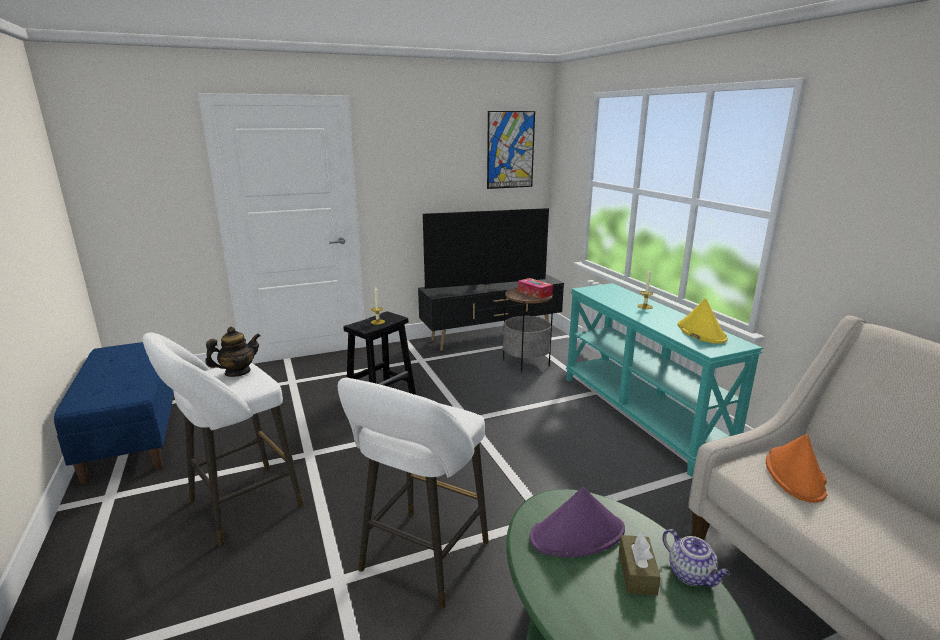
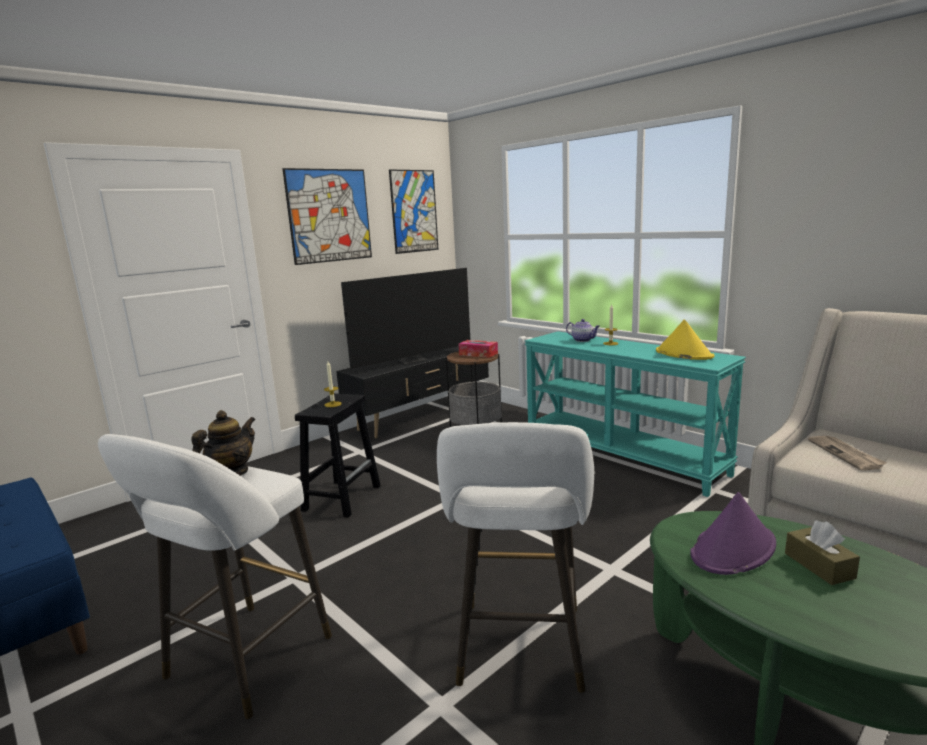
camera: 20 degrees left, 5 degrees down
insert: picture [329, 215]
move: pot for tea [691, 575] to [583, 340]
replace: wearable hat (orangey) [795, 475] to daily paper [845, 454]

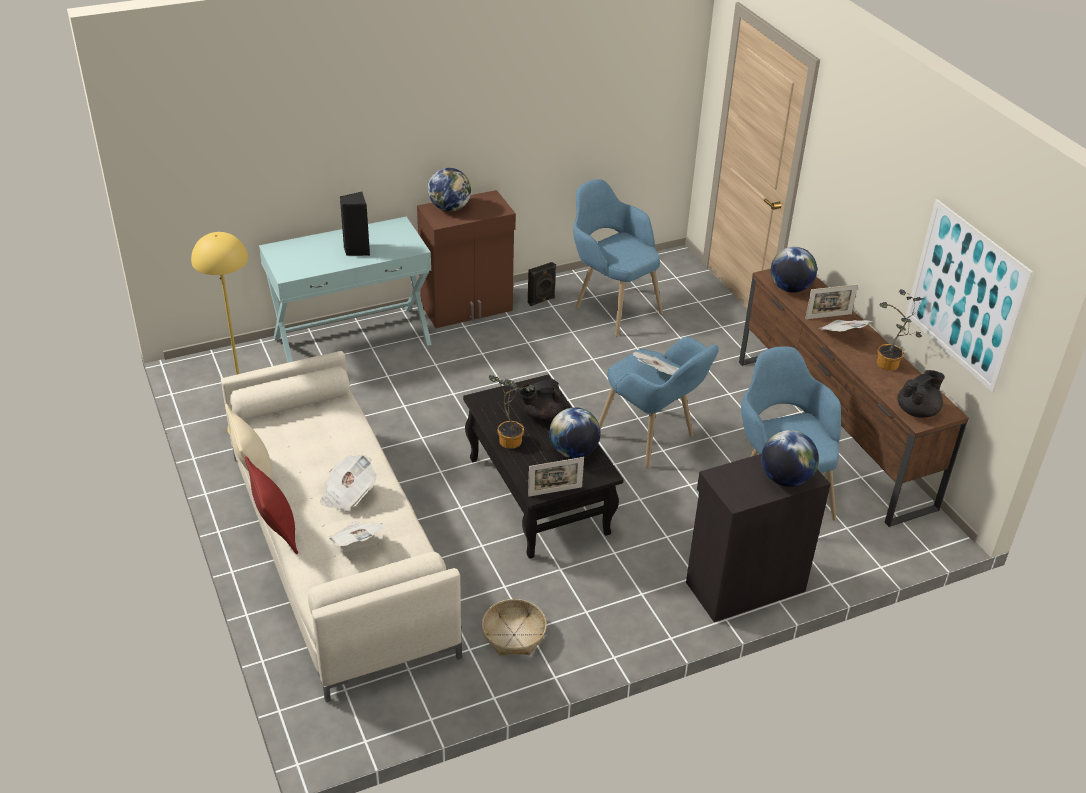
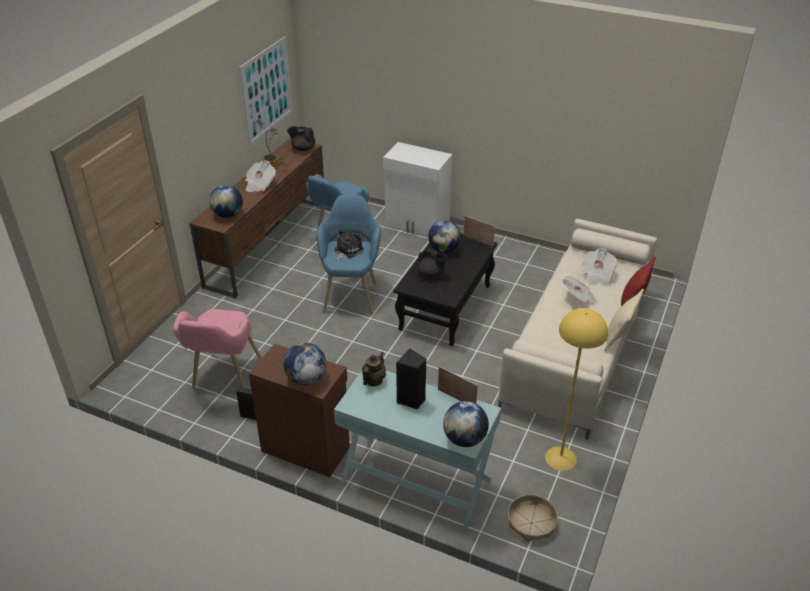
camera: 130 degrees left, 0 degrees up
delete: houseplant [510, 439]
insert: pot for tea [373, 380]
move: storage basket [513, 635] to [531, 523]; globe [785, 479] to [464, 439]; photo frame [828, 316] to [456, 399]
replace: daily paper [657, 374] to soft toy [347, 250]
recolor: armchair (bluish) [611, 305] to armchair (pink) [224, 380]; cabinet (black-coloured) [743, 585] to cabinet (white-coloured) [417, 225]

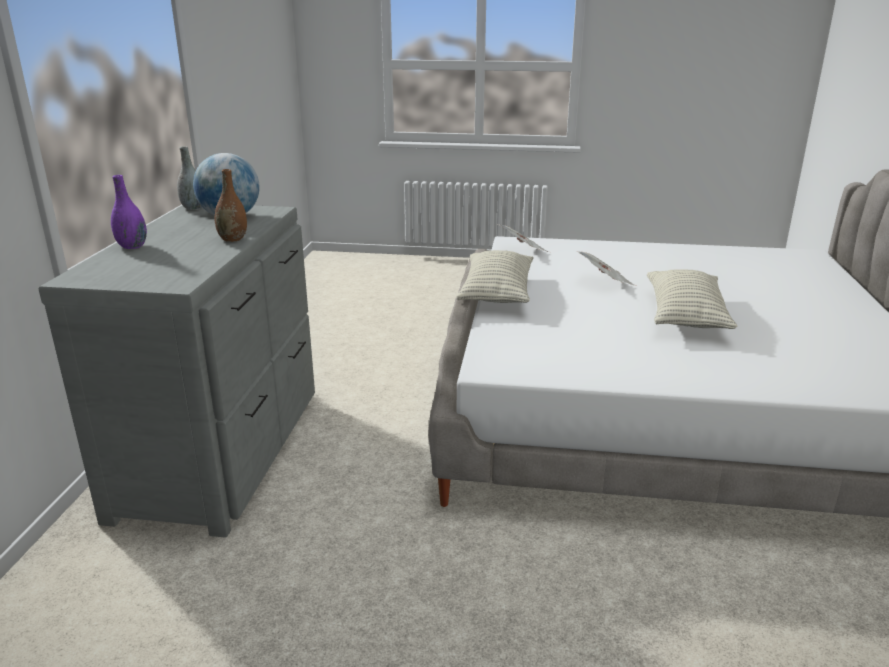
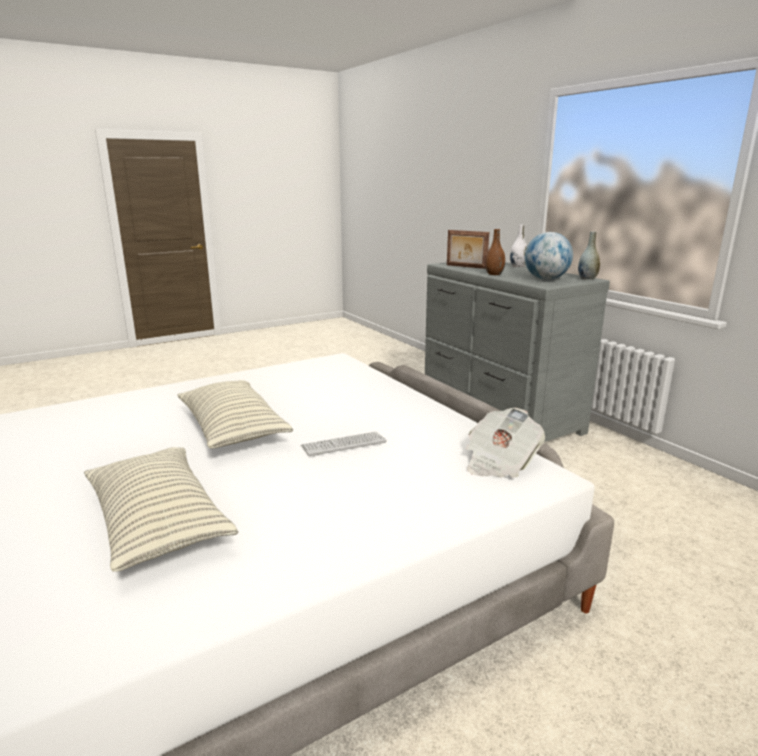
camera: 140 degrees right, 5 degrees down
insert: photo frame [466, 267]
move: pillow [496, 293] to [158, 524]
replace: daily paper [605, 283] to PC keyboard [343, 445]
recolor: flower vase (purple) [132, 246] to flower vase (white-coloured) [518, 266]

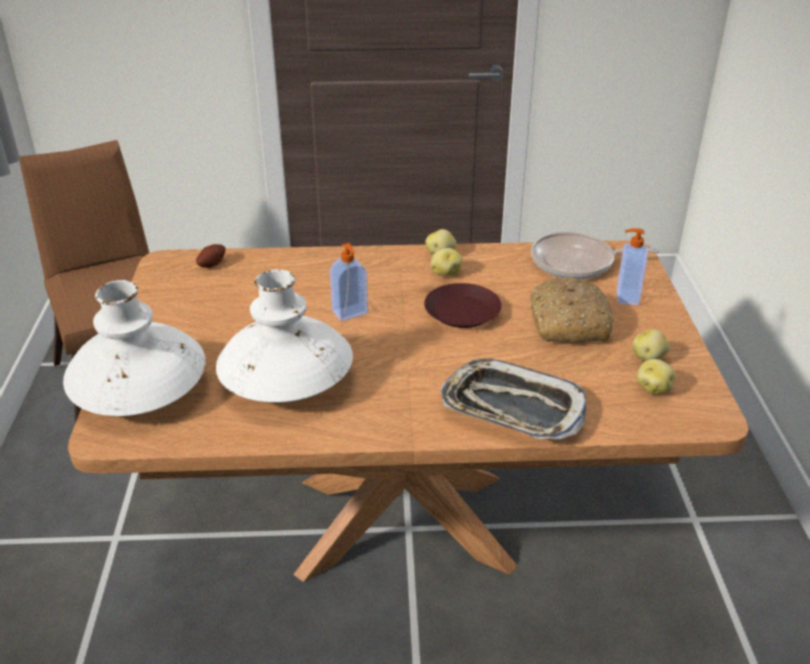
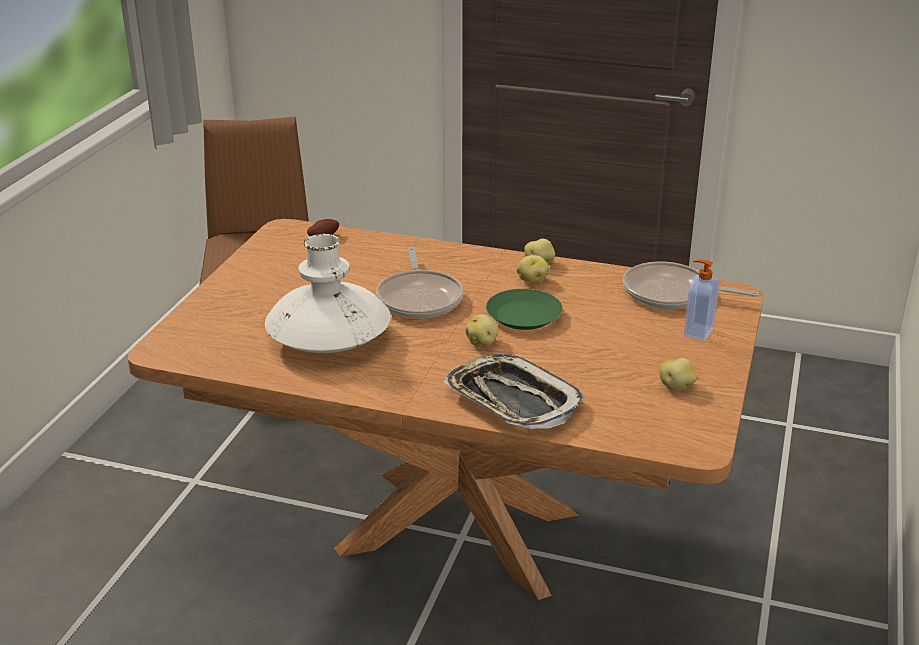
camera: 20 degrees right, 5 degrees down
delete: flower vase (white-coloured) [139, 389]; bread [567, 322]
move: whole potato [653, 388] to [482, 342]
replace: soap dispenser [350, 313] to frying pan [419, 298]
recolor: plate (brown) [461, 312] to plate (greenish) [523, 316]

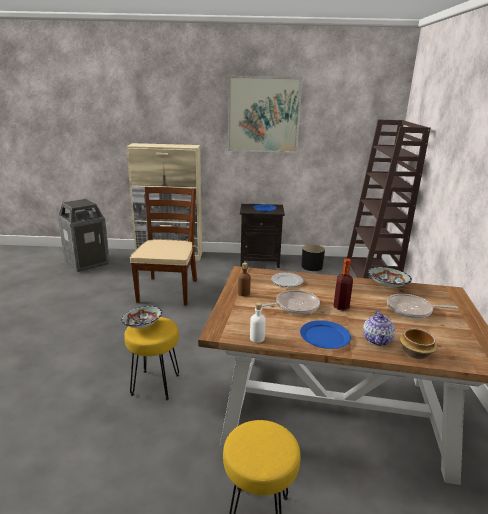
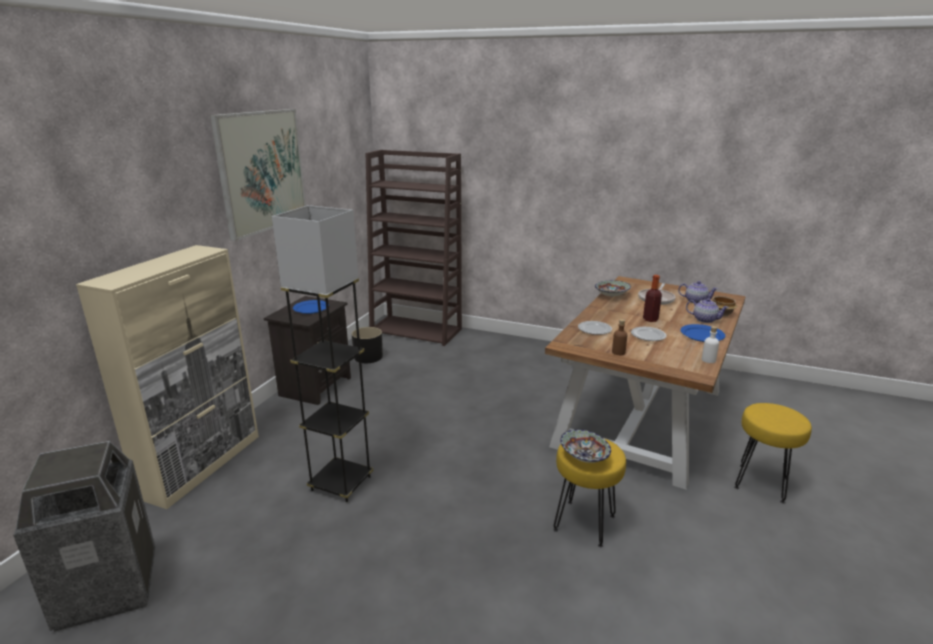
camera: 70 degrees left, 0 degrees up
insert: pot for tea [695, 301]
replace: chair (brown) [168, 290] to standing lamp (gray) [341, 483]; frying pan [294, 306] to plate [648, 336]

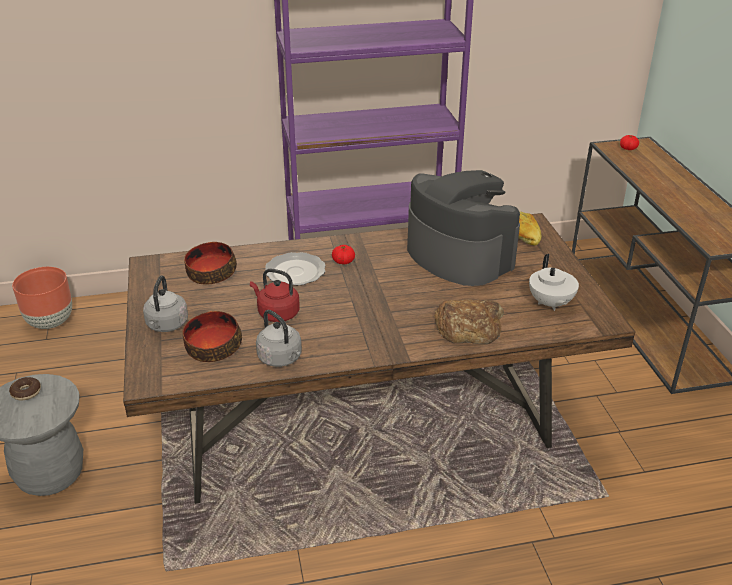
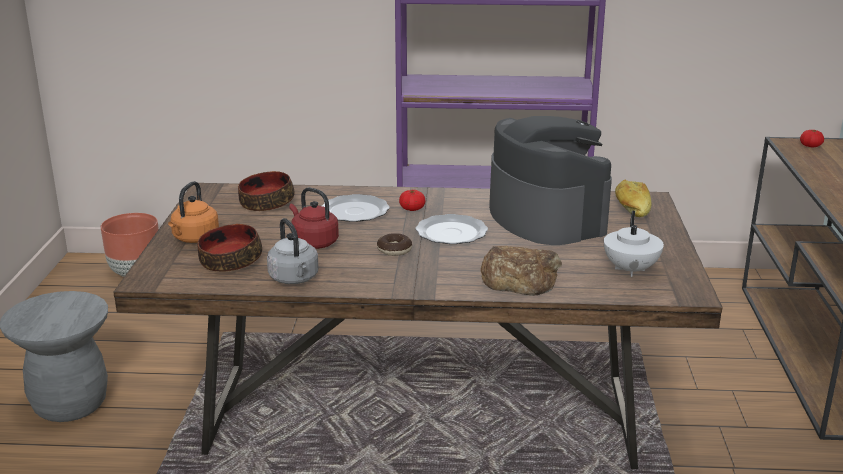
camera: 15 degrees right, 10 degrees down
insert: plate [450, 232]
move: donut [26, 392] to [394, 250]
recolor: tea kettle (gray) [166, 325] to tea kettle (orangey) [194, 239]

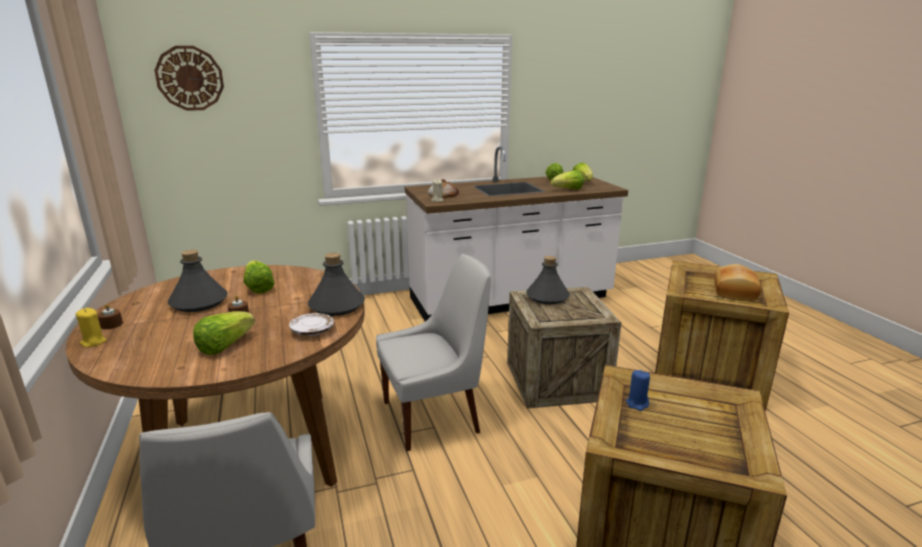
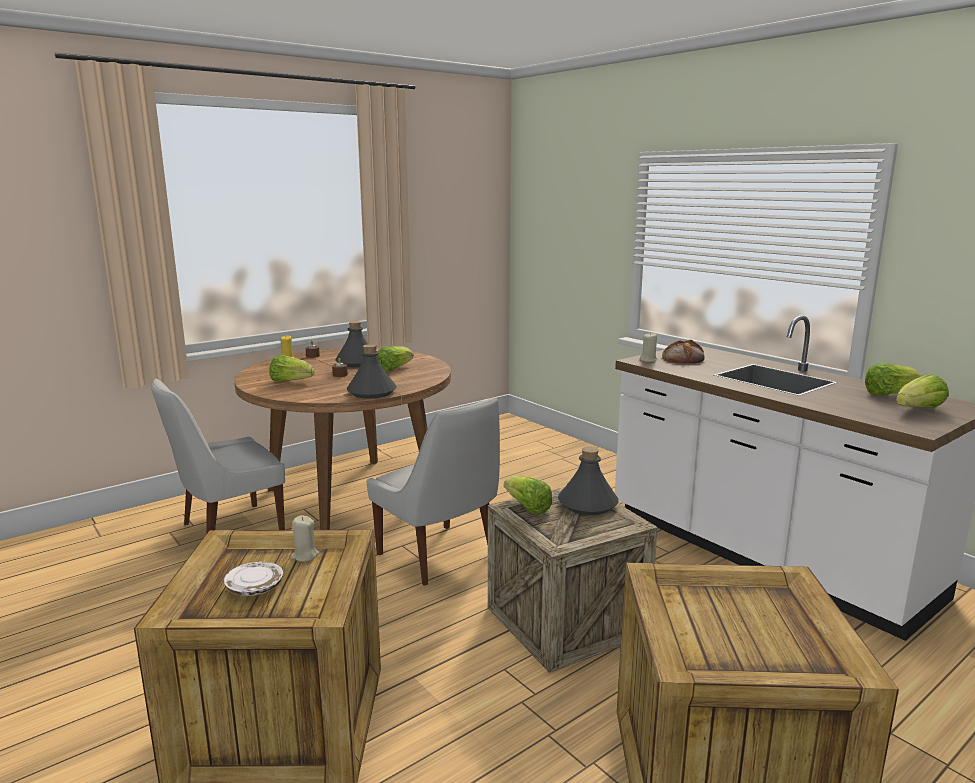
camera: 70 degrees right, 5 degrees down
delete: wall clock [190, 78]; bread [733, 292]
move: plate (white-coloured) [312, 331] to [255, 587]; lettuce [568, 190] to [527, 508]
recolor: wax candle (bluish) [637, 404] to wax candle (beige) [304, 556]

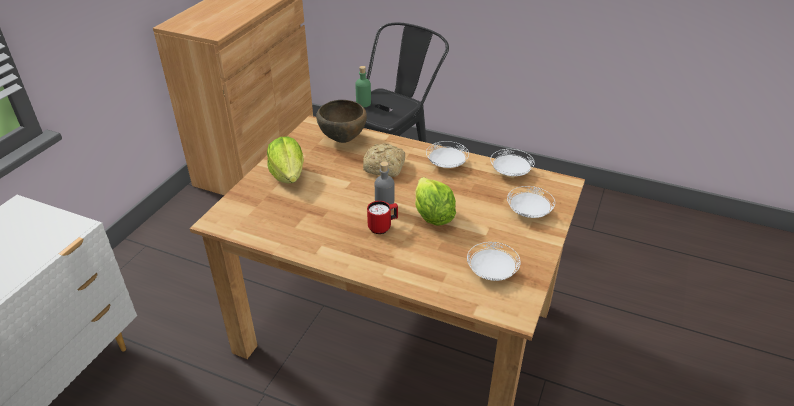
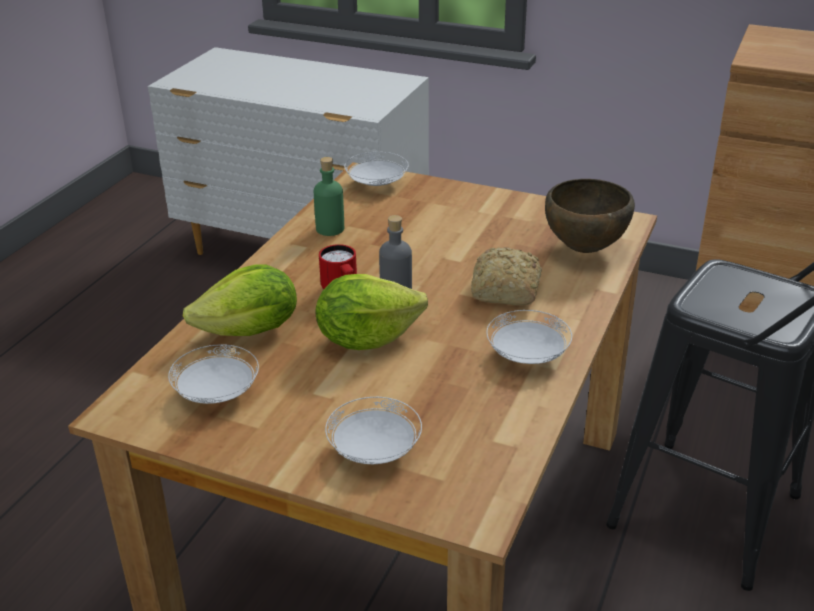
camera: 90 degrees right, 5 degrees down
move: lettuce [288, 175] to [250, 331]; bottle (greenish) [363, 103] to [330, 229]; plate (white-coloured) [510, 172] to [377, 184]

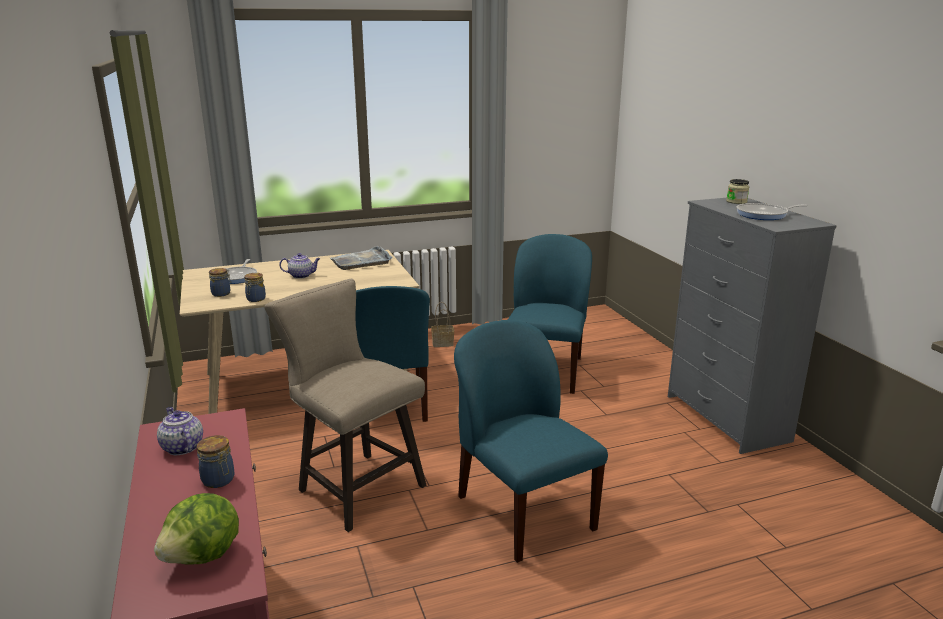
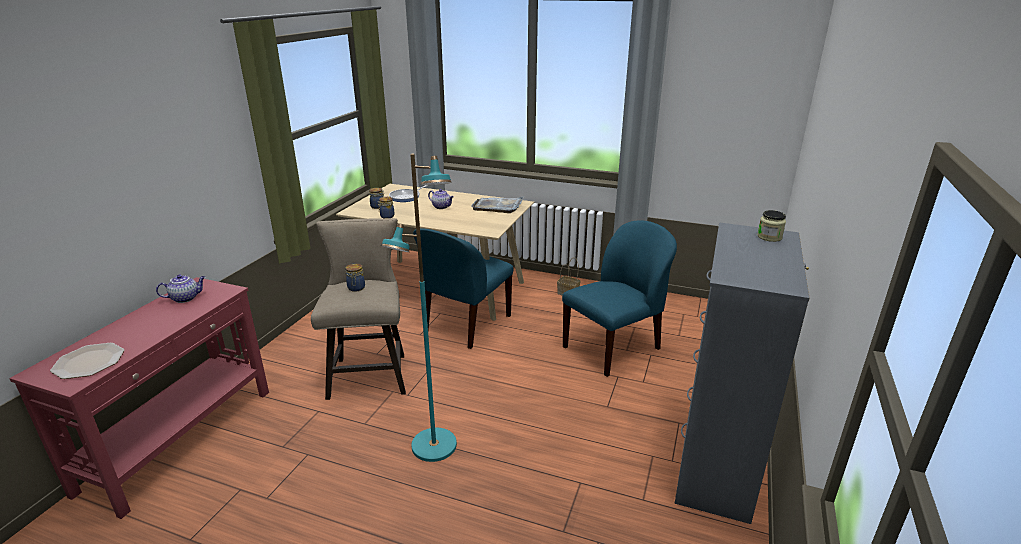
camera: 40 degrees right, 5 degrees up
delete: frying pan [764, 215]
move: storage jar [219, 480] to [356, 288]
replace: lettuce [204, 556] to plate [89, 362]; chair (bluish) [523, 511] to standing lamp (turquoise) [434, 446]
rotate: pot for tea [181, 447] = [185, 298] 60 degrees clockwise

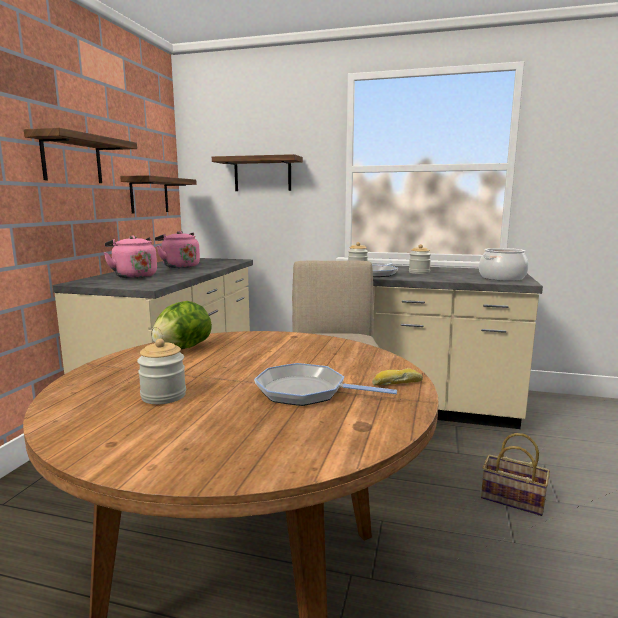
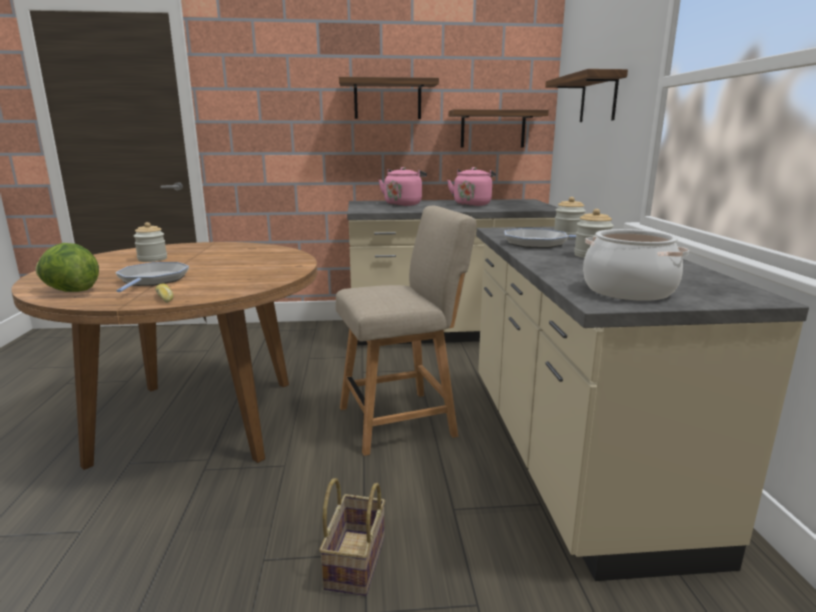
camera: 70 degrees right, 5 degrees up
move: lettuce [182, 348] to [71, 291]

